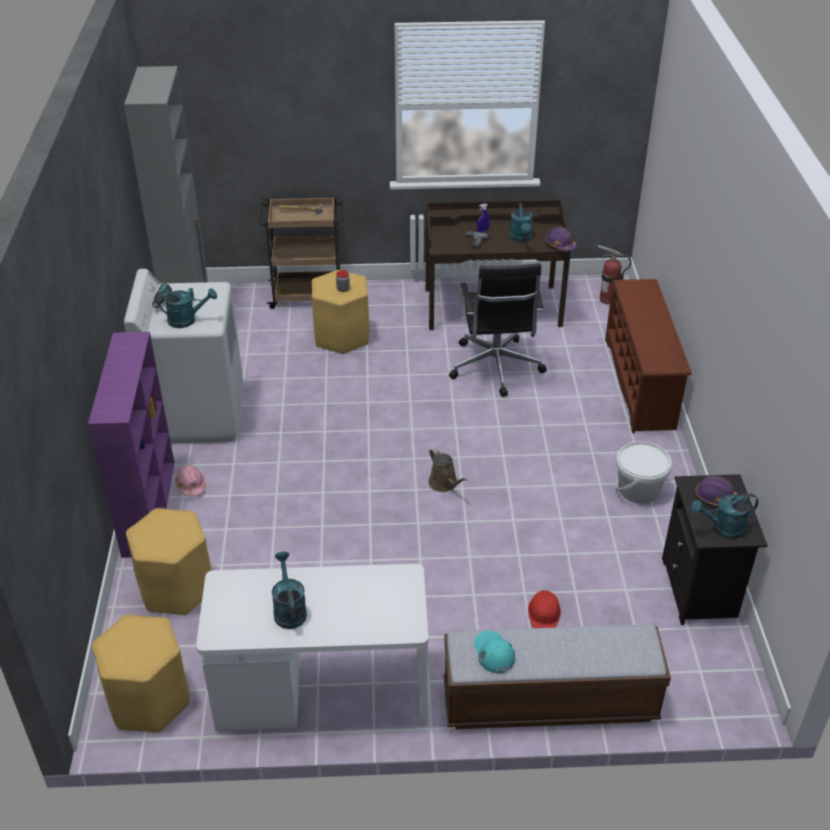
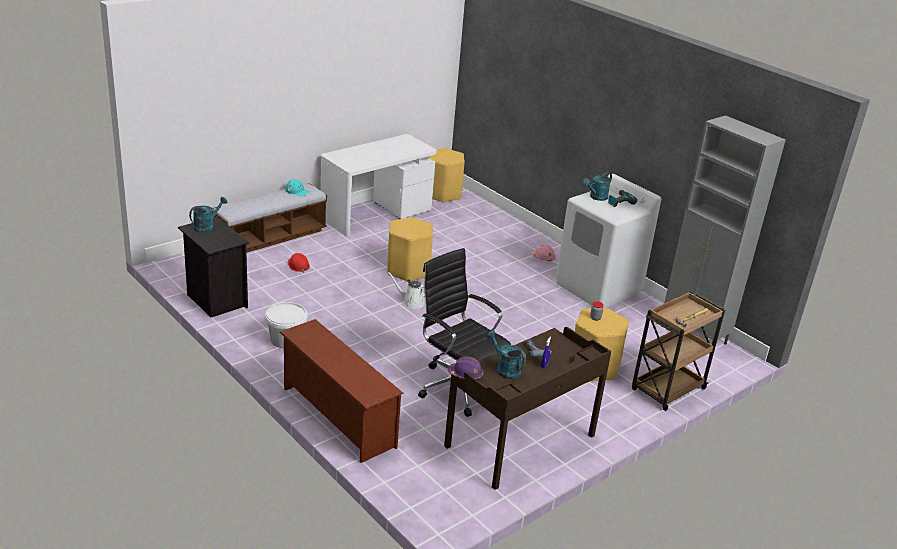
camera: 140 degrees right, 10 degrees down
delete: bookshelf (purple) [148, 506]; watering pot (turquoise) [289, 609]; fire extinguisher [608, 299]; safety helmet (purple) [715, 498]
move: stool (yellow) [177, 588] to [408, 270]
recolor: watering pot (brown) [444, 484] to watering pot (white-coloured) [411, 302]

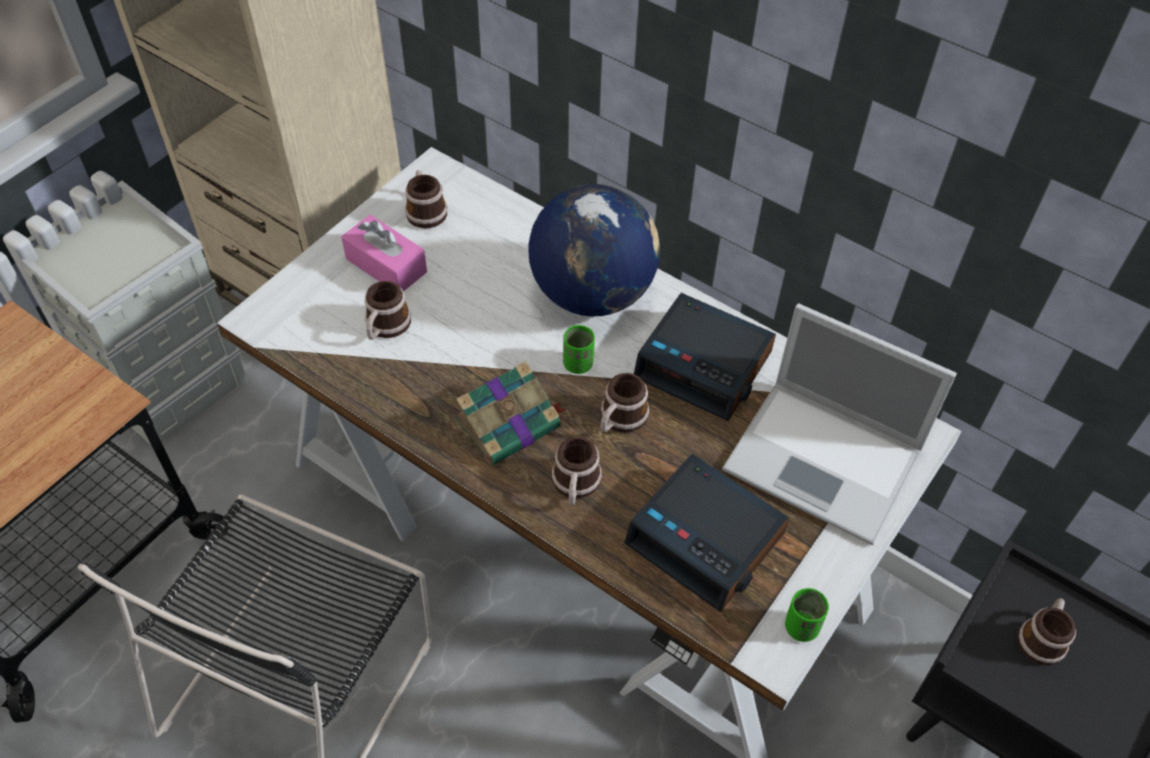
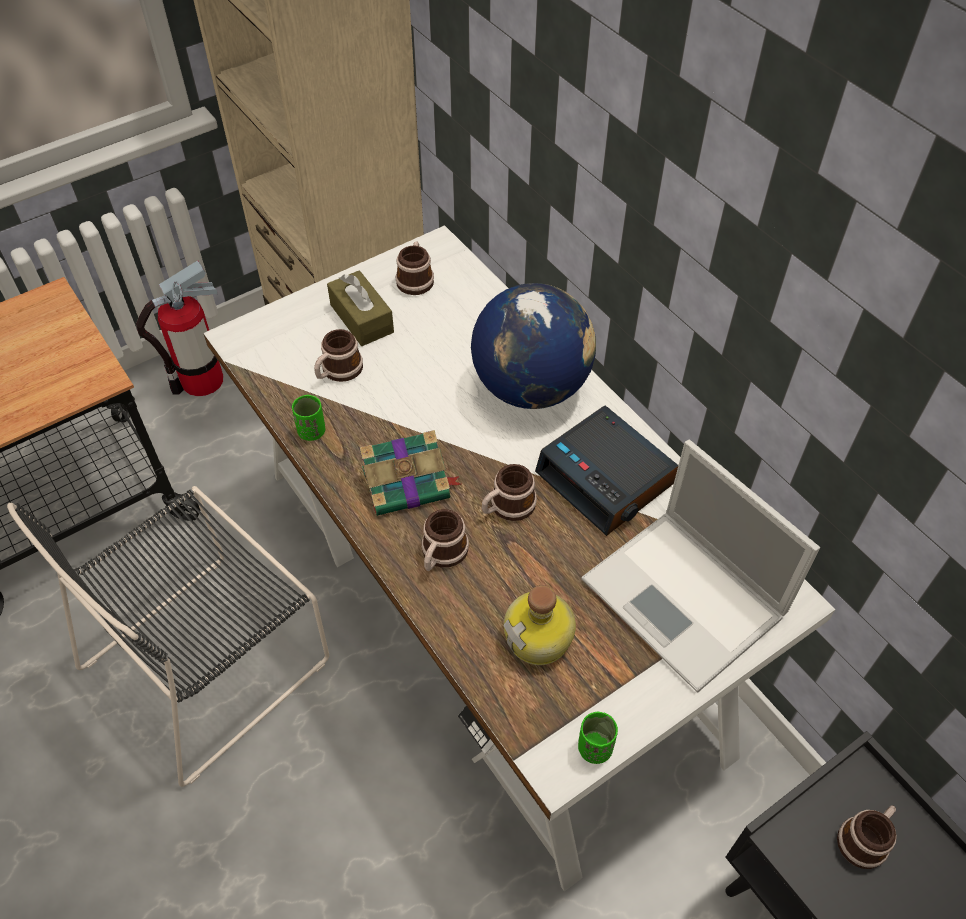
camera: 20 degrees right, 0 degrees up
move: cup (greenish) [578, 364] to [312, 432]
replace: storage box (gray) [168, 382] to fire extinguisher [202, 381]; alarm clock [707, 539] to bottle [540, 639]
recolor: tissue box (pink) [386, 265] to tissue box (brown) [362, 318]

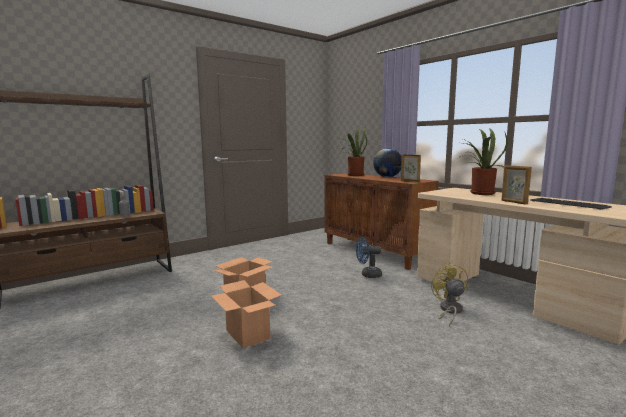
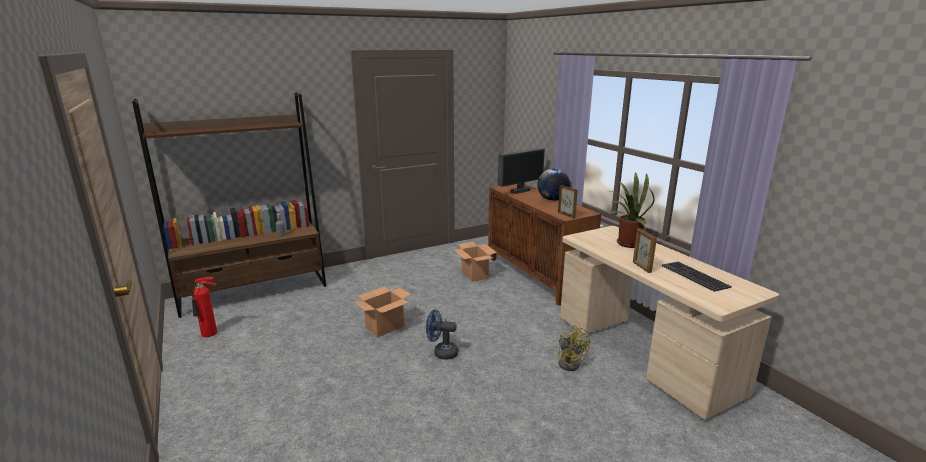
camera: 10 degrees right, 10 degrees up
insert: fire extinguisher [209, 334]
move: carton [248, 334] to [475, 275]; fan (bluish) [368, 275] to [441, 353]
replace: houseplant [353, 175] to computer screen [519, 191]
rotate: fan (yellow) [449, 311] = [569, 362] 150 degrees clockwise

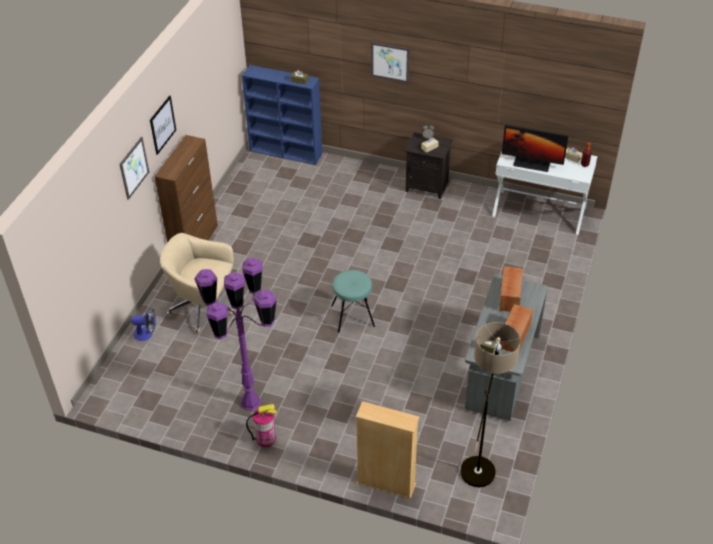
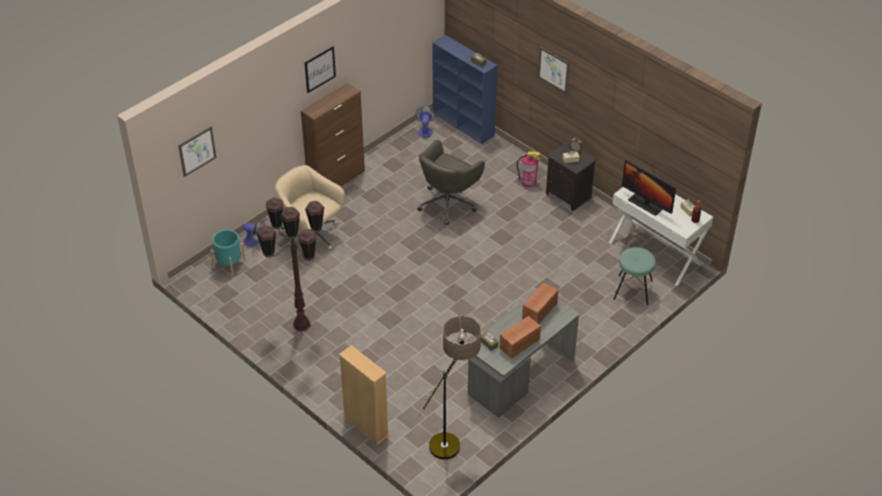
camera: 25 degrees right, 0 degrees up
insert: plant pot (turquoise) [229, 263]; fan [425, 131]; desk chair (gray) [448, 203]
move: picture [134, 168] to [197, 151]; fire extinguisher [266, 439] to [528, 181]; stool (turquoise) [352, 316] to [633, 290]
recolor: standing lamp (purple) [250, 402] to standing lamp (brown) [301, 324]

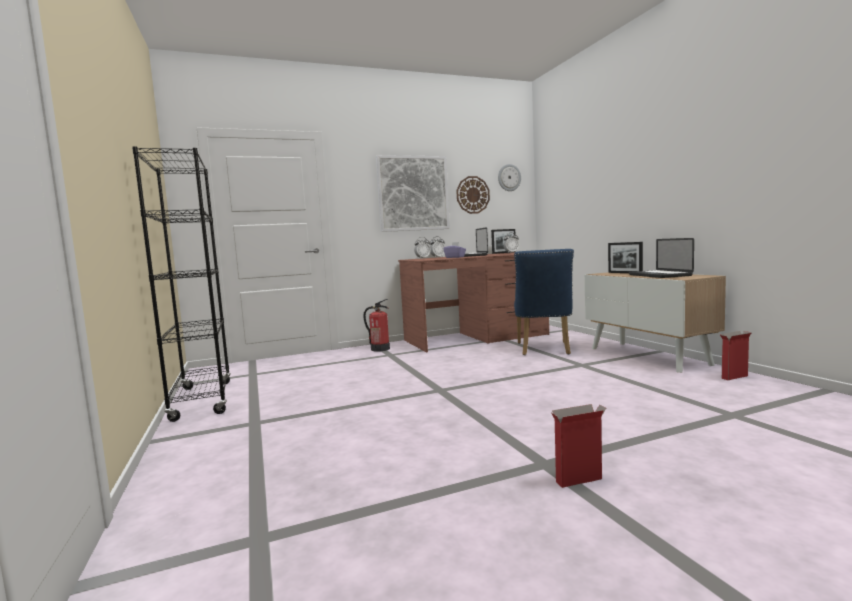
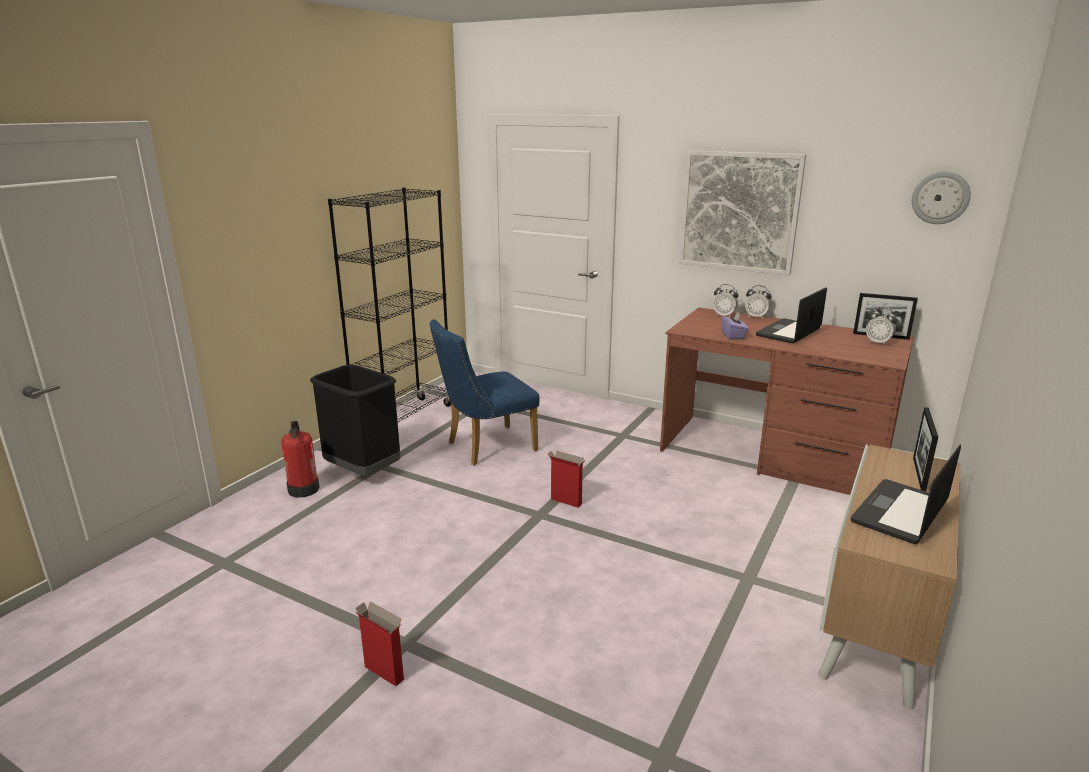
camera: 50 degrees right, 15 degrees up
delete: wall clock [472, 195]
insert: rubbish bin (black-coloured) [362, 471]
move: fire extinguisher [380, 349] to [304, 489]; chair (bluish) [543, 350] to [485, 447]; carton [734, 377] to [565, 501]

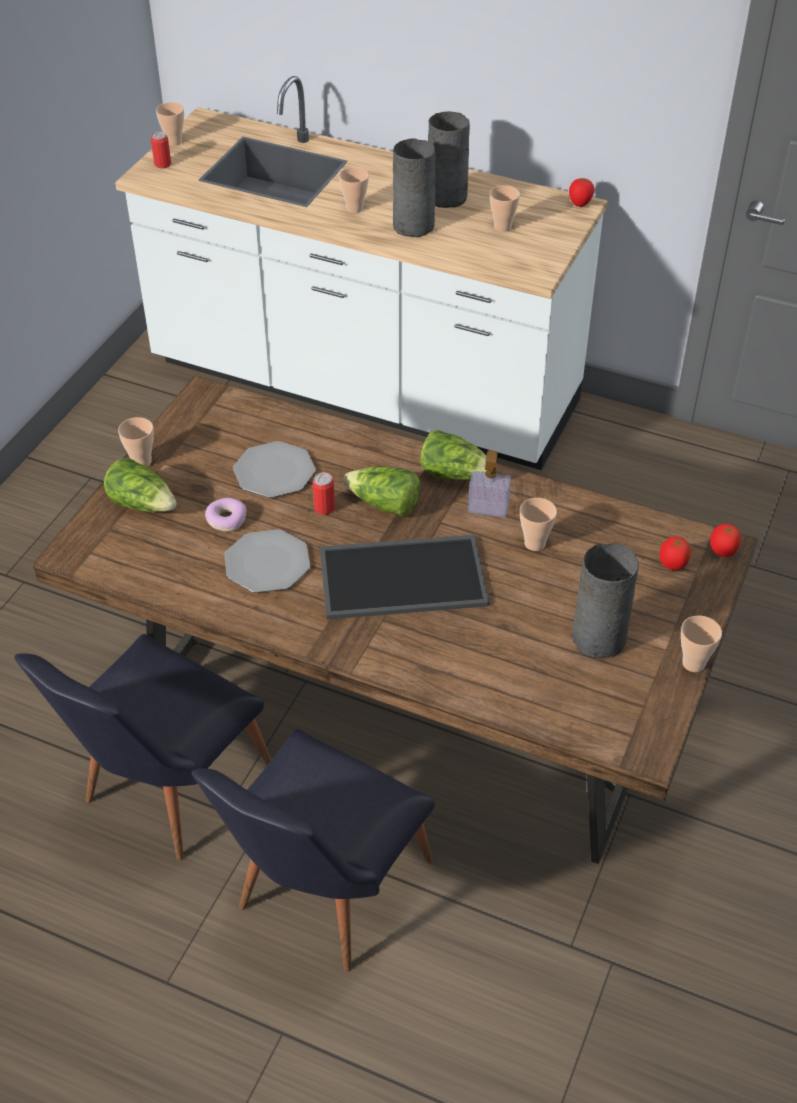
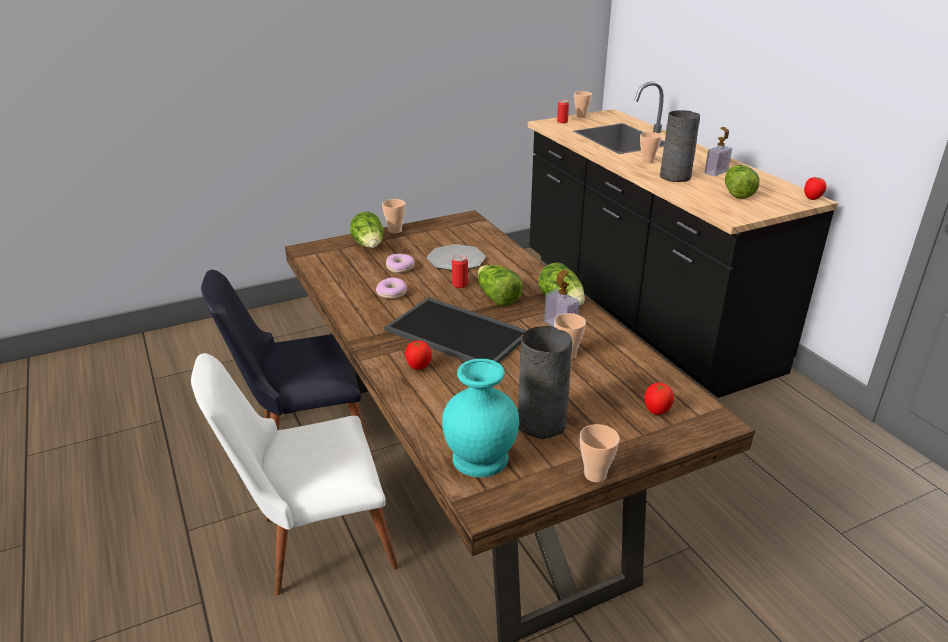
camera: 40 degrees right, 15 degrees down
insert: flower vase (turquoise) [478, 458]
move: tomato [722, 552] to [418, 367]
replace: plate [267, 563] to donut [392, 293]; flower vase (gray) [447, 198] to soap dispenser [716, 172]; cup [502, 227] to lettuce [737, 192]
recolor: kitchen counter (white-coloured) [363, 388] to kitchen counter (black-coloured) [641, 311]; chair (black-coloured) [320, 896] to chair (white-coloured) [312, 543]

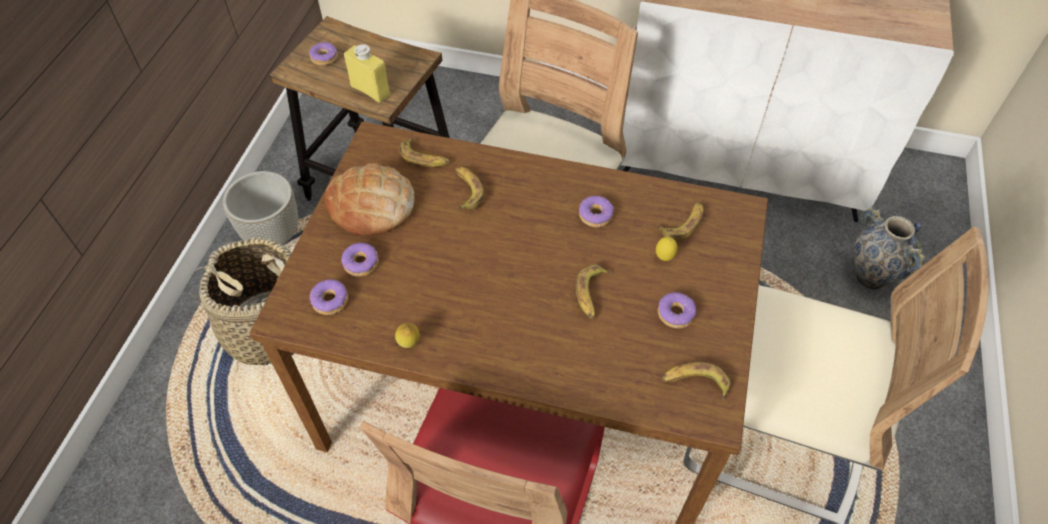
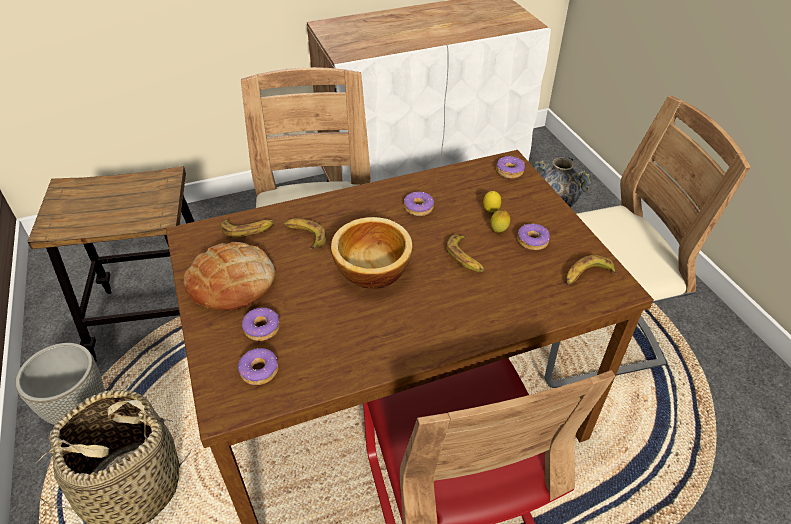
camera: 35 degrees left, 10 degrees down
delete: bottle (yellow) [370, 91]; whole banana [683, 224]
insert: serving bowl [371, 268]
move: donut [324, 58] to [509, 171]; citrus fruit [409, 344] to [498, 231]

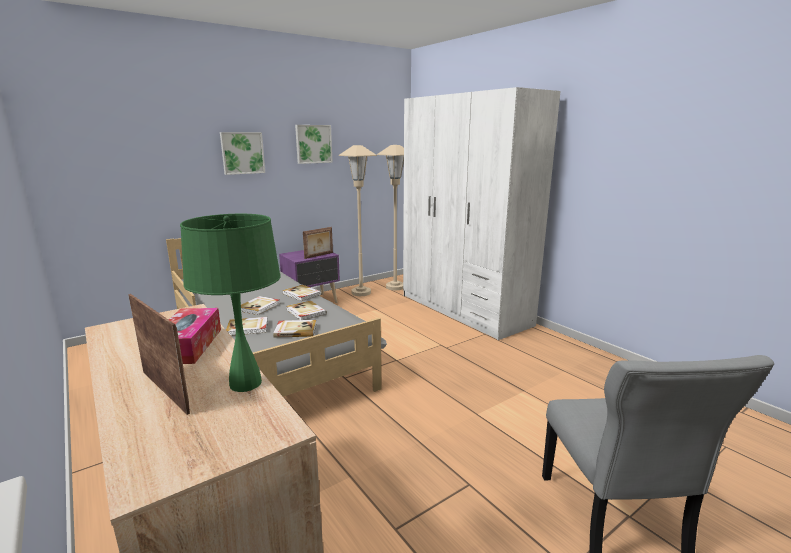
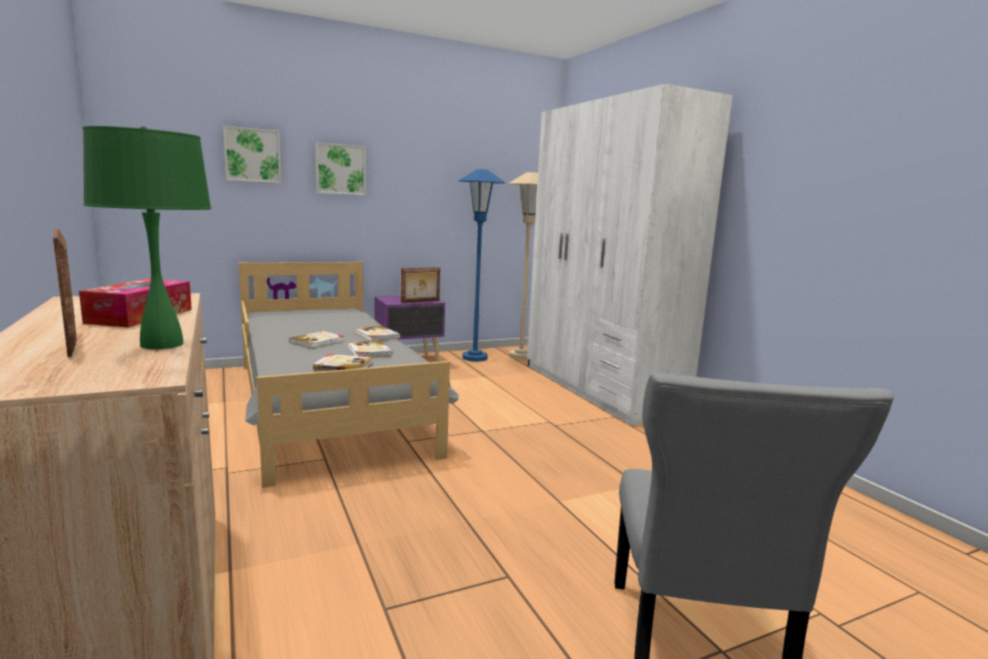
camera: 10 degrees right, 5 degrees down
delete: volume [248, 328]
move: picture [313, 144] to [252, 155]
recolor: standing lamp (beige) [361, 292] to standing lamp (bluish) [475, 358]

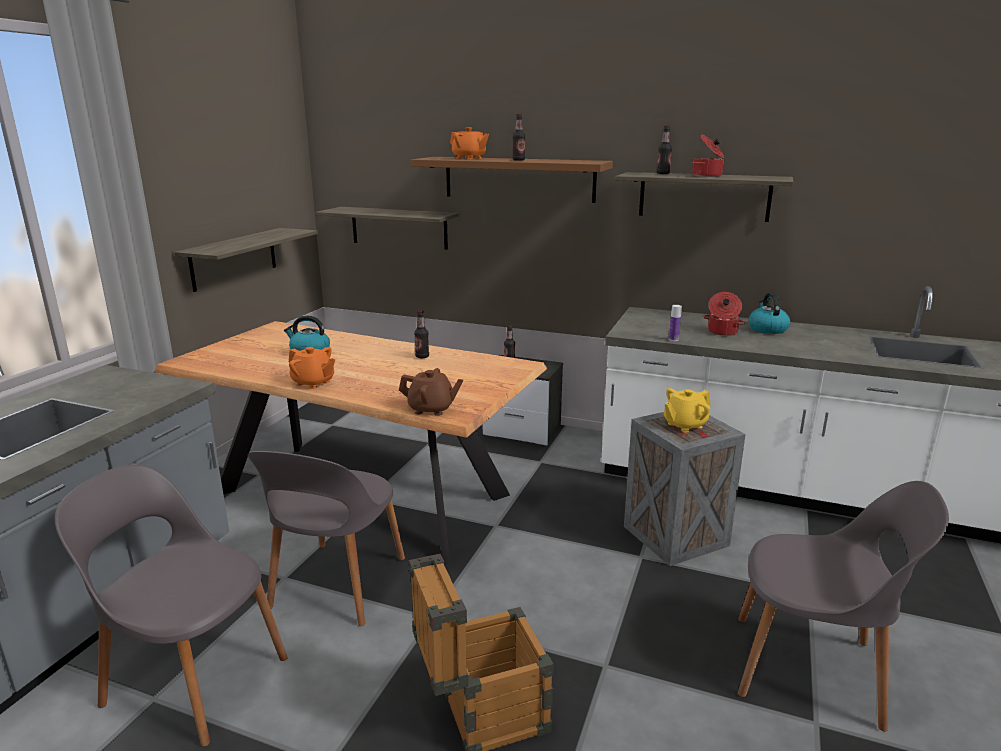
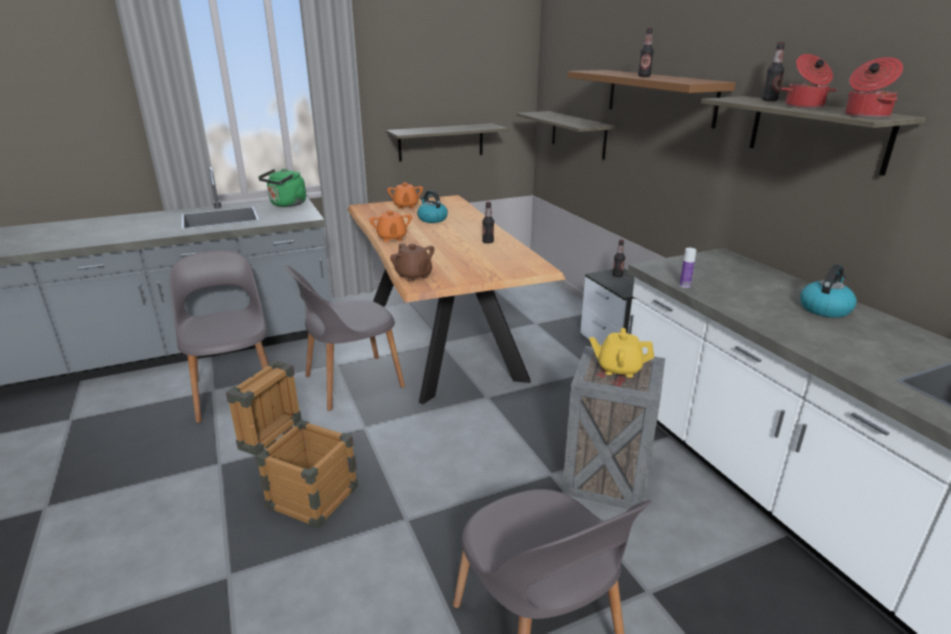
camera: 45 degrees right, 5 degrees up
insert: tea kettle (greenish) [286, 204]
move: pot for tea (orangey) [469, 158] to [405, 206]; saucepot [722, 332] to [865, 116]

